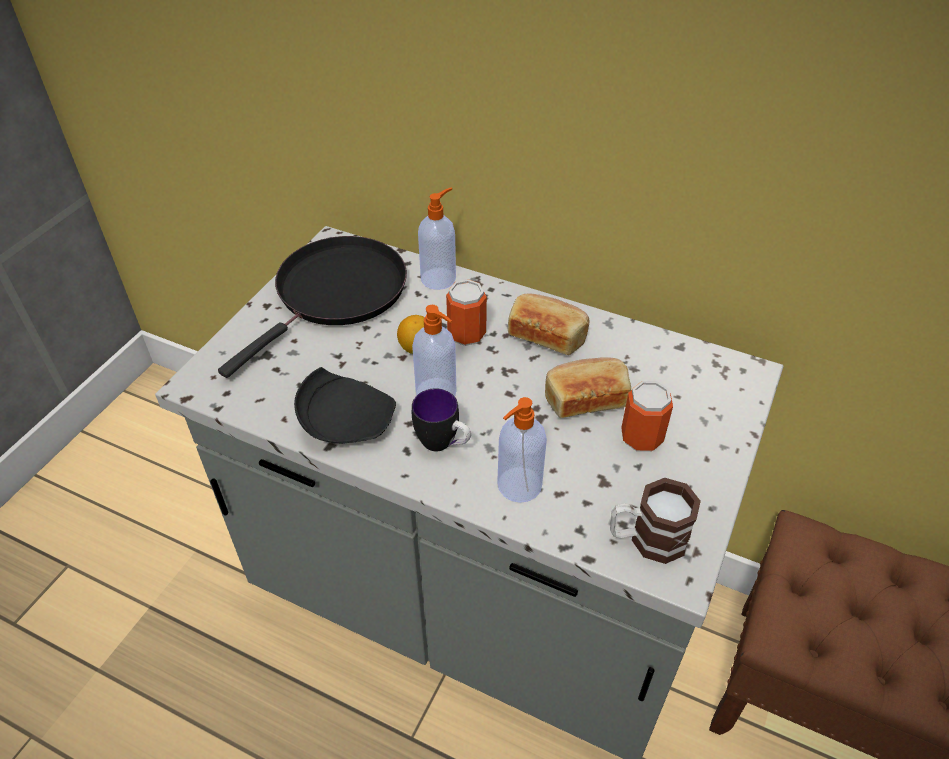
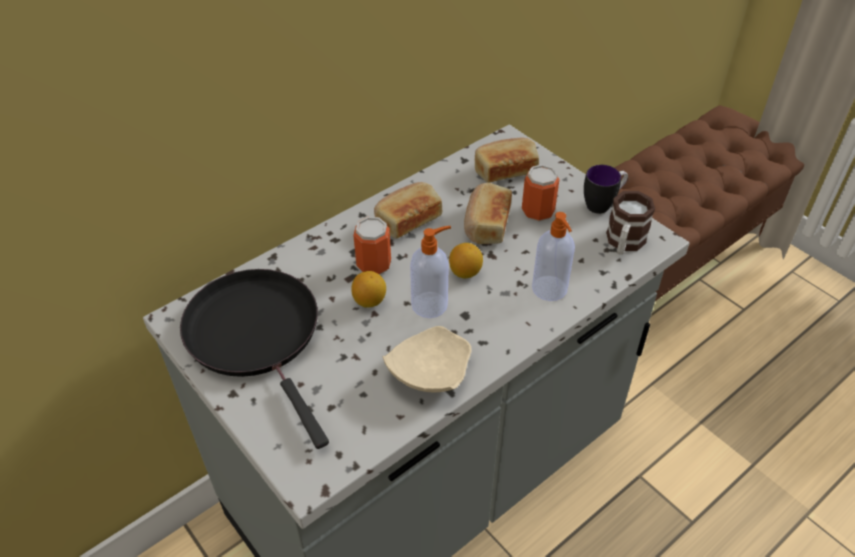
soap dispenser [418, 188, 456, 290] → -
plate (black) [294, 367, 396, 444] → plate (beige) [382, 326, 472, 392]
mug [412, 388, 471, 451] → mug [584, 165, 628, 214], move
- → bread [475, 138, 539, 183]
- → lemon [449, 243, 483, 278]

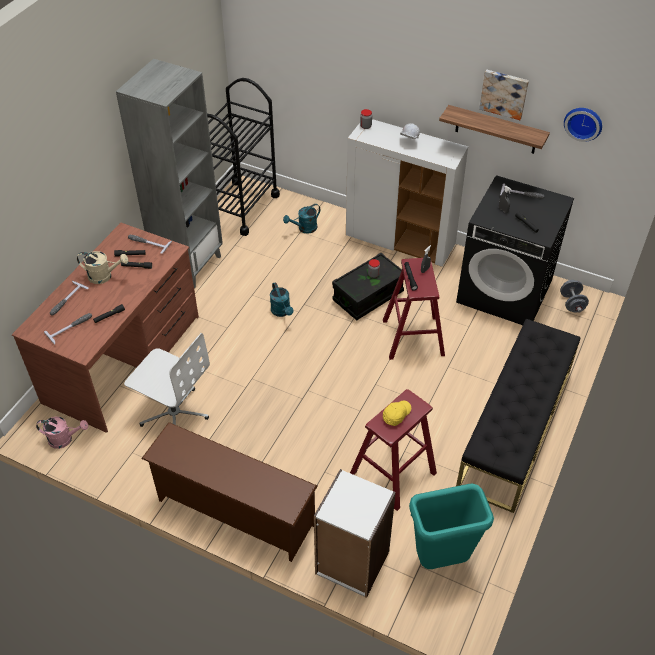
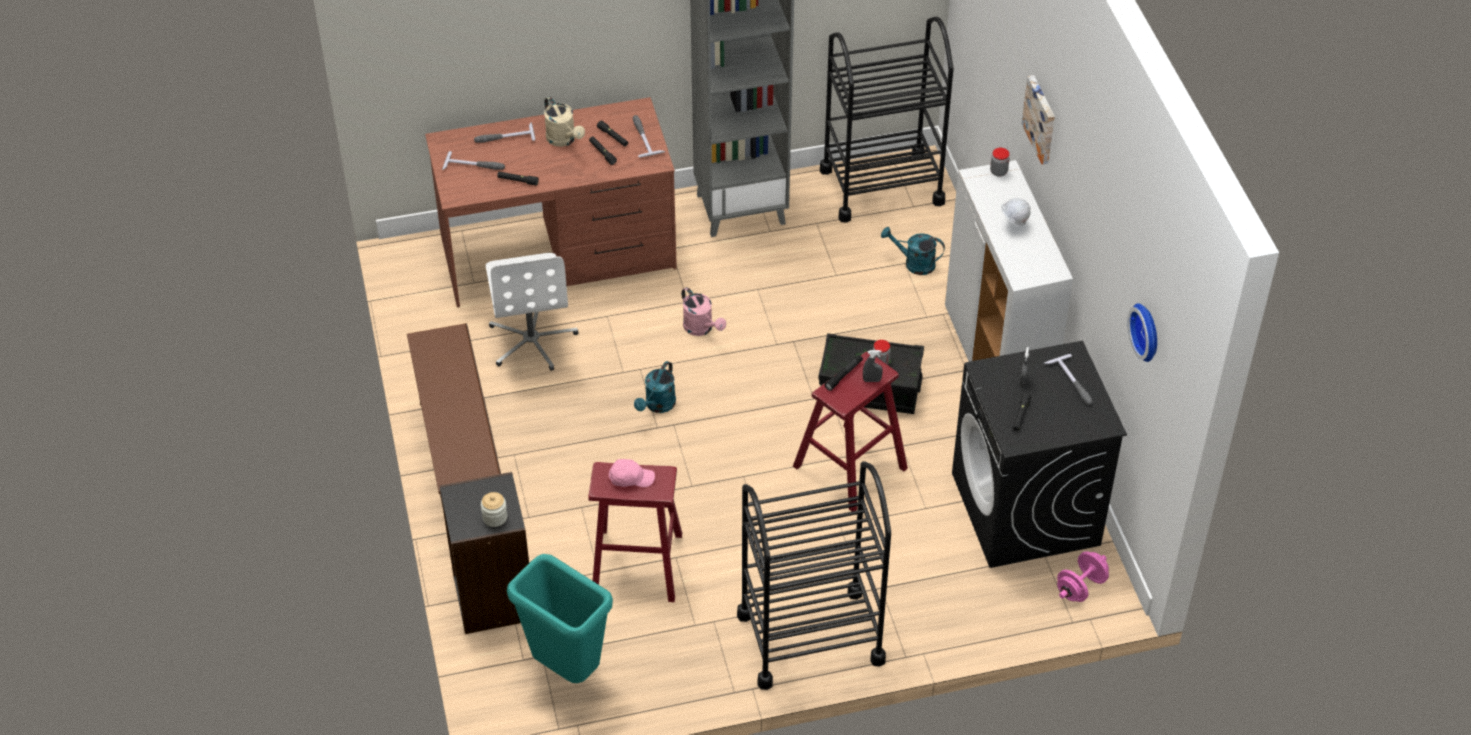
picture [479, 70, 529, 120] → picture [1022, 75, 1055, 164], move
shelf [439, 105, 550, 154] → -
dumbbell (grey) [560, 280, 589, 313] → dumbbell (pink) [1057, 551, 1109, 602]
watering can (turquoise) [270, 282, 293, 317] → watering can (turquoise) [634, 361, 676, 413], move
bench (black) [456, 319, 580, 513] → cart (black) [737, 461, 891, 690]
cap (yellow) [383, 401, 411, 426] → cap (pink) [609, 459, 655, 487]
watering can (pink) [36, 417, 88, 449] → watering can (pink) [681, 287, 726, 336], move
bookcase (white) [314, 469, 396, 598] → bookcase (black) [439, 472, 529, 634]
- → jar [481, 492, 507, 527]

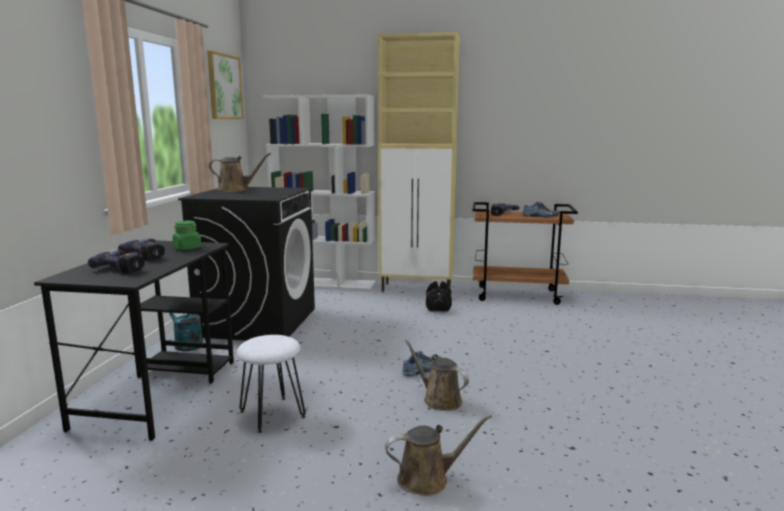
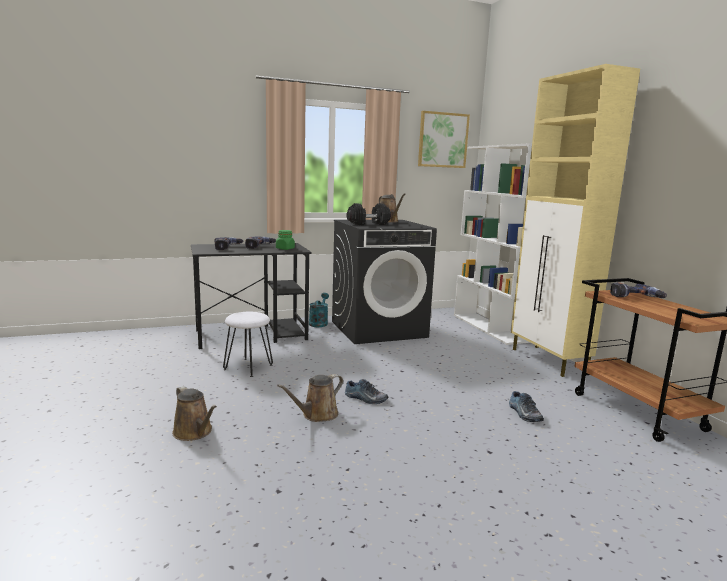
shoe [523, 201, 560, 218] → shoe [509, 391, 544, 422], move
dumbbell (black) [426, 281, 452, 311] → dumbbell (black) [346, 203, 391, 225], move
watering can (brown) [404, 339, 469, 411] → watering can (brown) [277, 374, 343, 422], 150 degrees counterclockwise

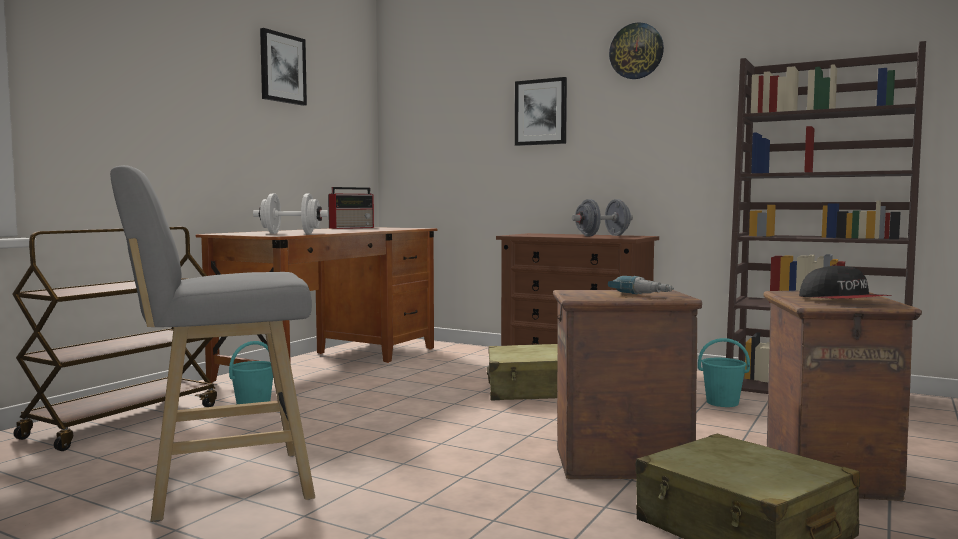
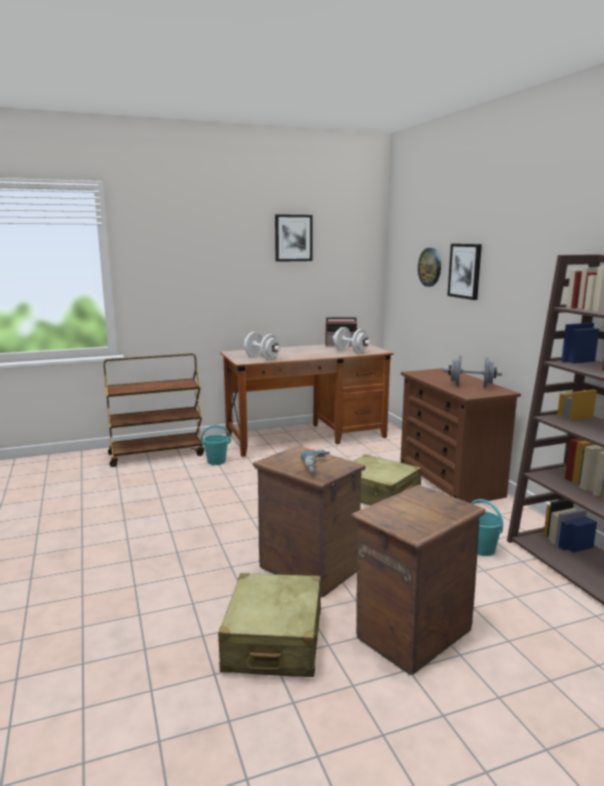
wall clock [609, 22, 664, 79] → wall clock [418, 248, 441, 287], move
stool (grey) [110, 165, 315, 522] → -
cap [799, 265, 892, 299] → -
- → dumbbell (white) [333, 327, 371, 353]

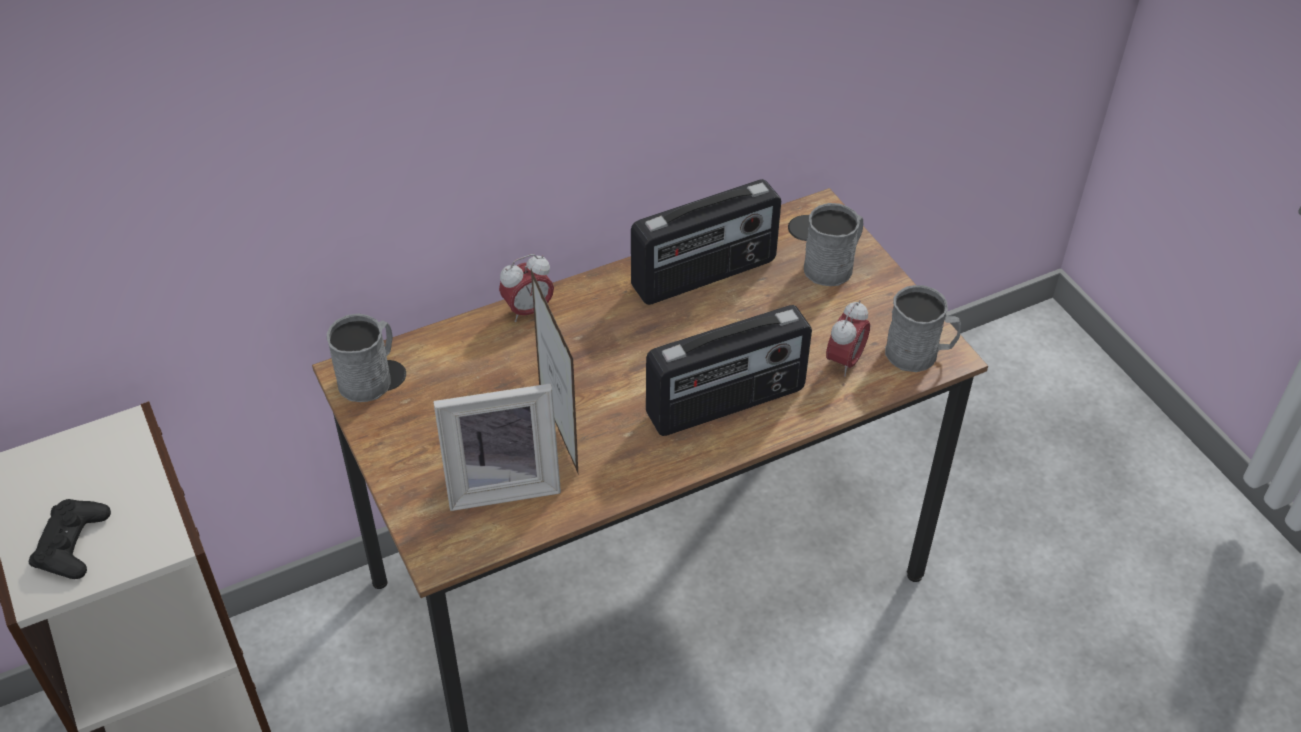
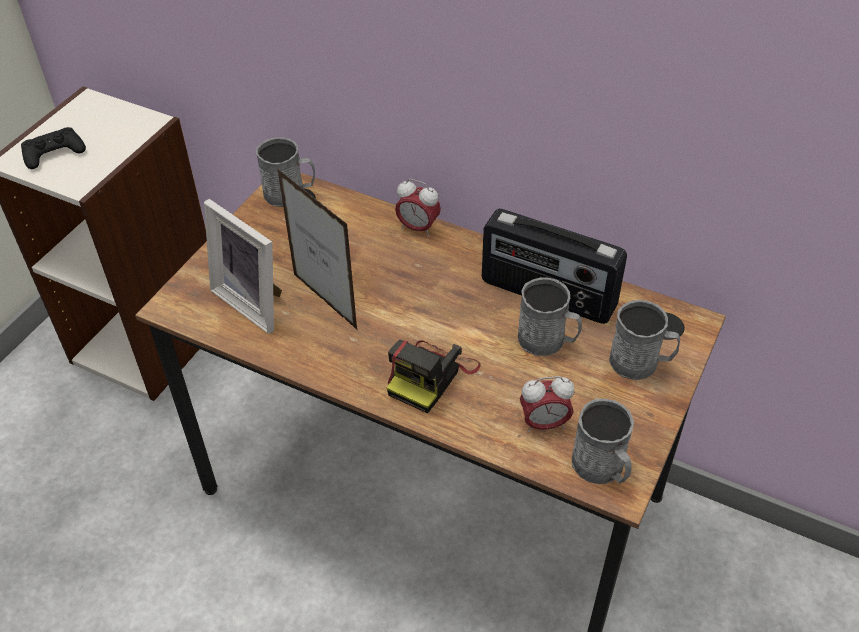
picture frame [531, 269, 579, 475] → picture frame [277, 168, 357, 330], 75 degrees counterclockwise
radio [646, 305, 812, 436] → photo camera [387, 340, 481, 414]
- → mug (grey) [518, 277, 582, 356]

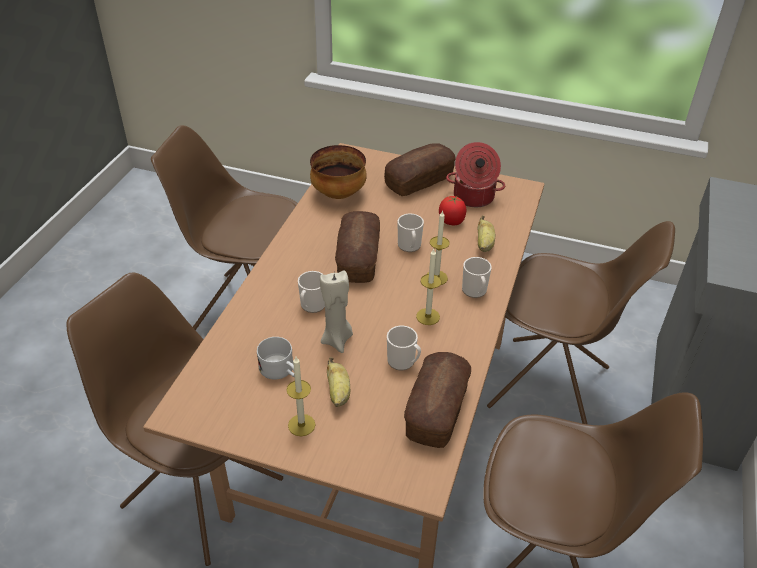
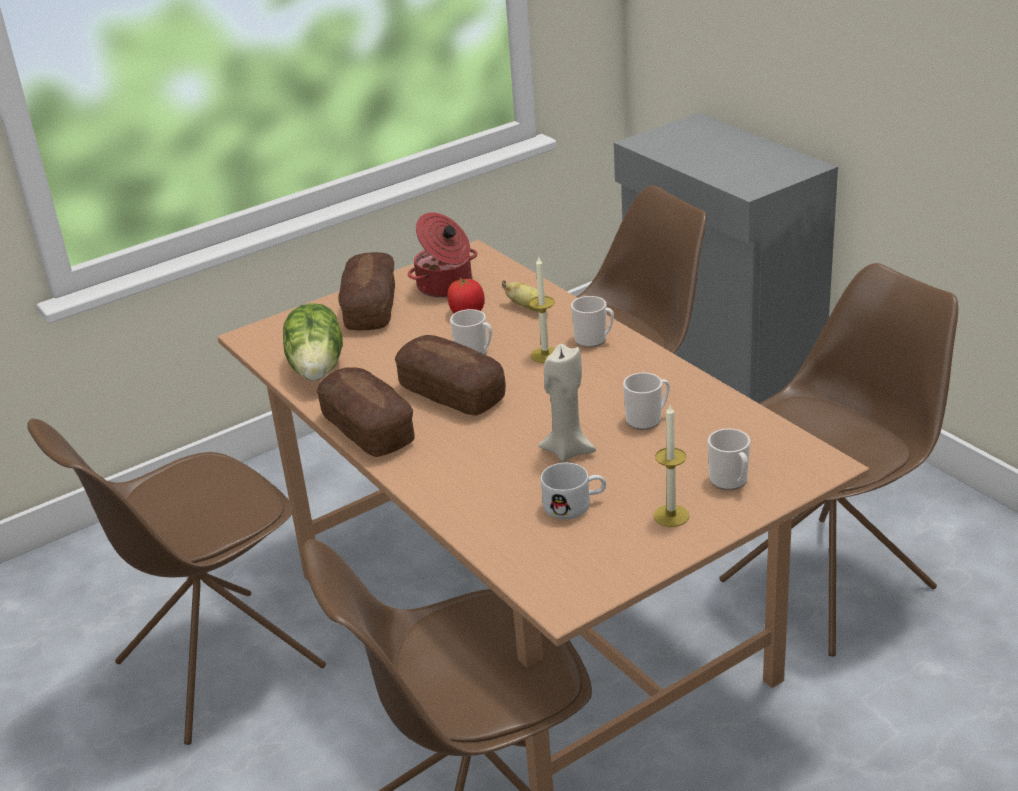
bowl [310, 145, 367, 199] → lettuce [283, 303, 343, 381]
candle [416, 249, 441, 325] → -
mug [298, 271, 325, 313] → mug [708, 428, 750, 490], move
bread [404, 352, 471, 448] → bread [316, 367, 414, 457], move
banana [327, 357, 350, 407] → -

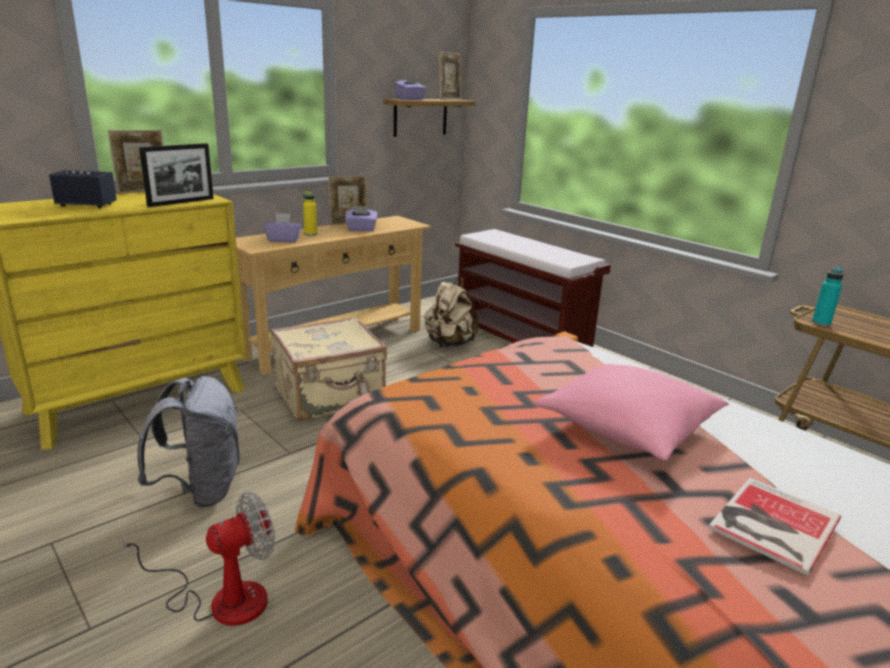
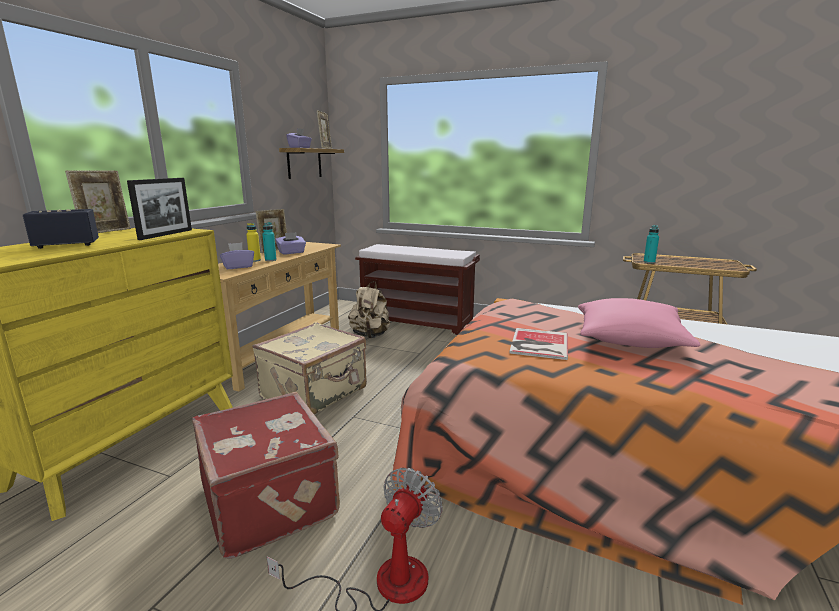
backpack (grey) [137, 376, 240, 508] → suitcase (red) [192, 392, 340, 559]
book [709, 478, 841, 575] → book [509, 328, 568, 360], move
- → bottle (turquoise) [262, 222, 277, 261]

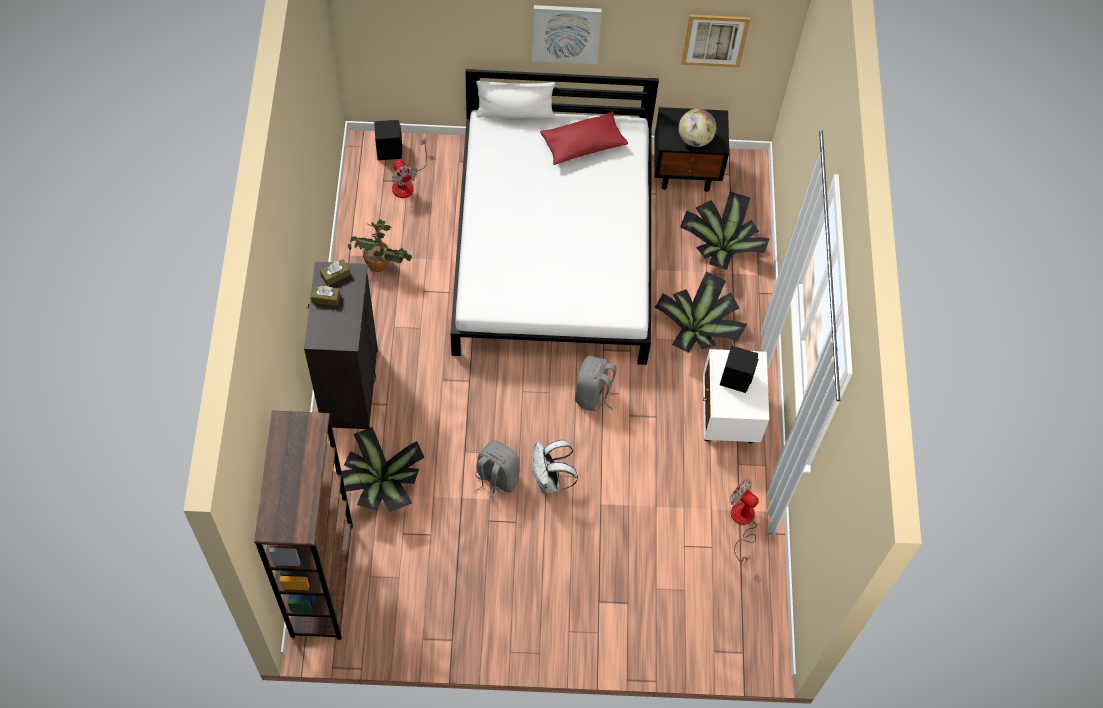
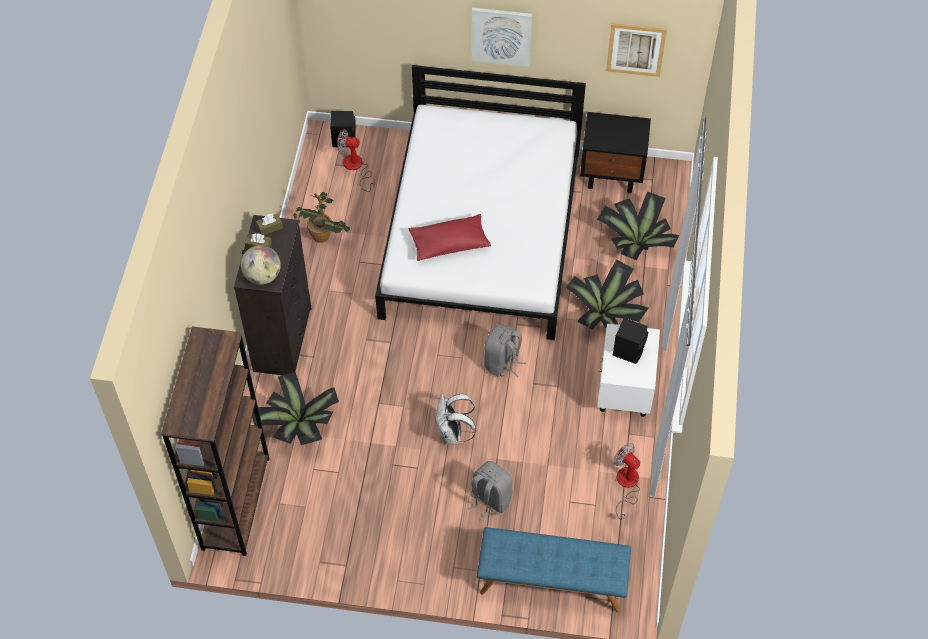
pillow (white) [476, 81, 555, 119] → -
globe [678, 109, 716, 147] → globe [241, 245, 281, 285], move
pillow (red) [540, 111, 628, 165] → pillow (red) [409, 214, 491, 261], move
fan [392, 138, 427, 198] → fan [337, 129, 375, 192], 120 degrees clockwise
backpack (grey) [474, 440, 520, 502] → backpack (grey) [468, 461, 513, 521], move
- → bench (blue) [477, 527, 631, 613]

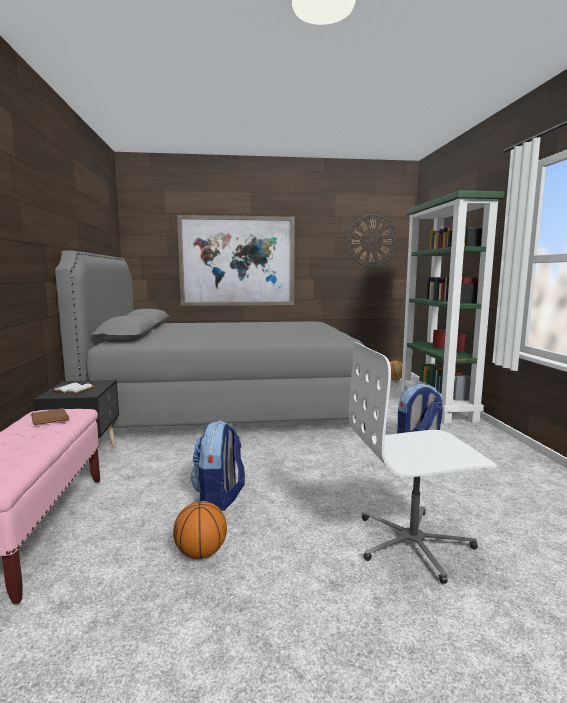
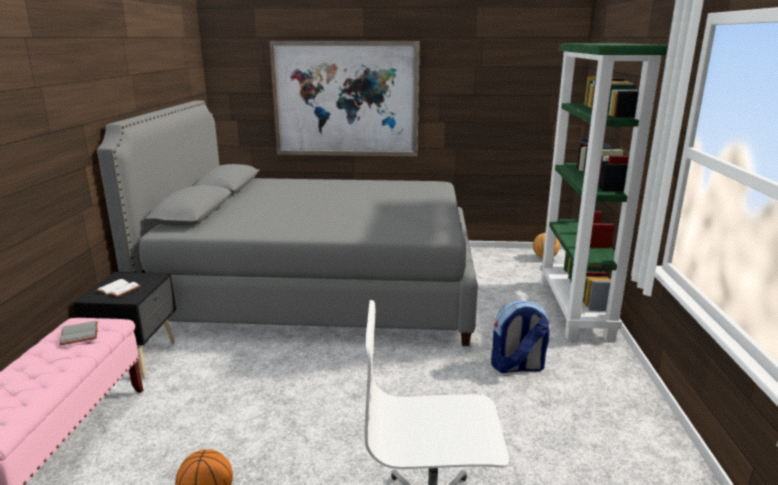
wall clock [347, 214, 397, 267] → -
book (brown) [31, 408, 70, 425] → book (grey) [59, 321, 98, 345]
backpack [191, 420, 245, 511] → -

